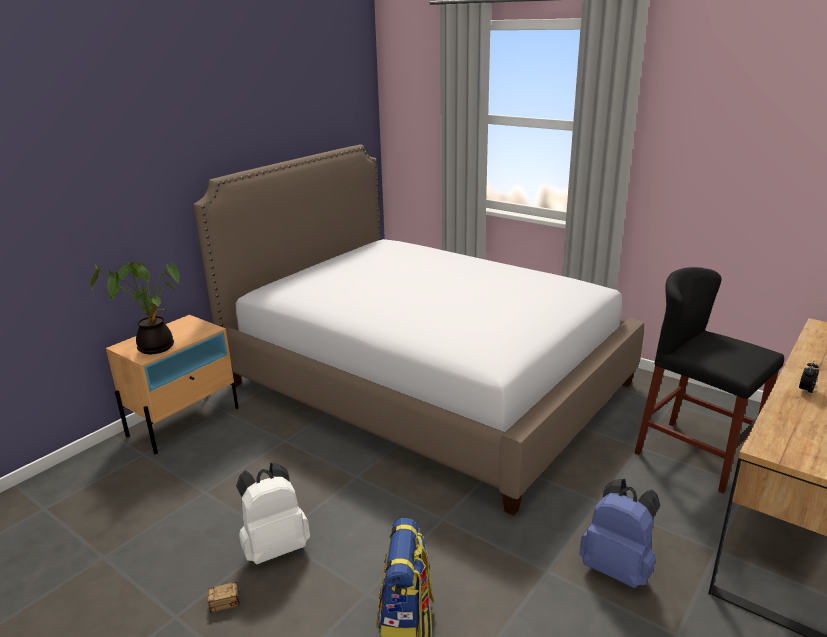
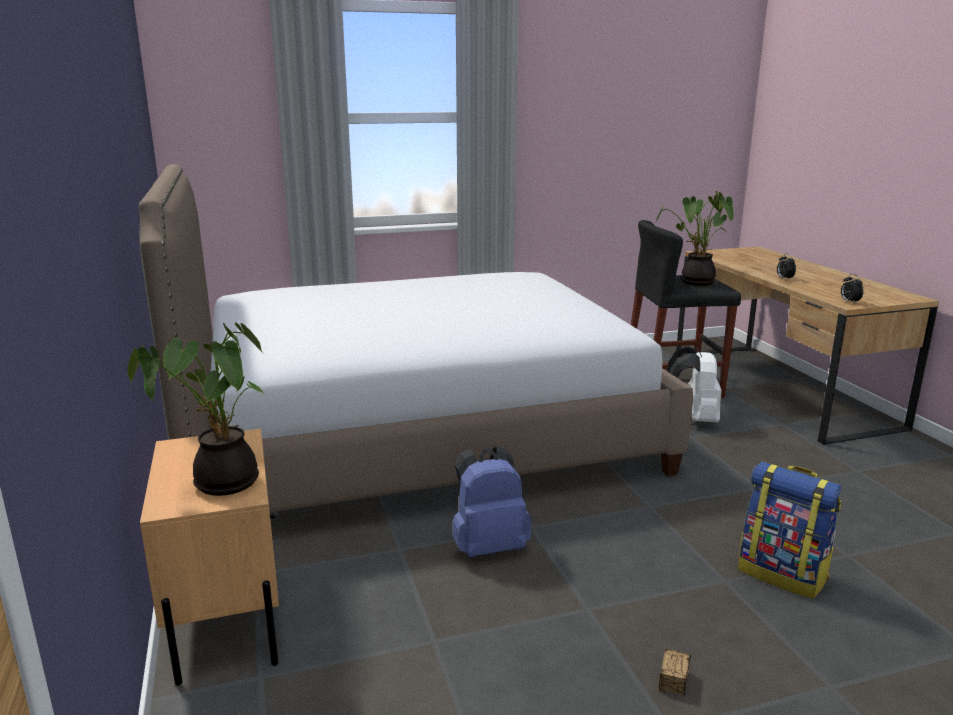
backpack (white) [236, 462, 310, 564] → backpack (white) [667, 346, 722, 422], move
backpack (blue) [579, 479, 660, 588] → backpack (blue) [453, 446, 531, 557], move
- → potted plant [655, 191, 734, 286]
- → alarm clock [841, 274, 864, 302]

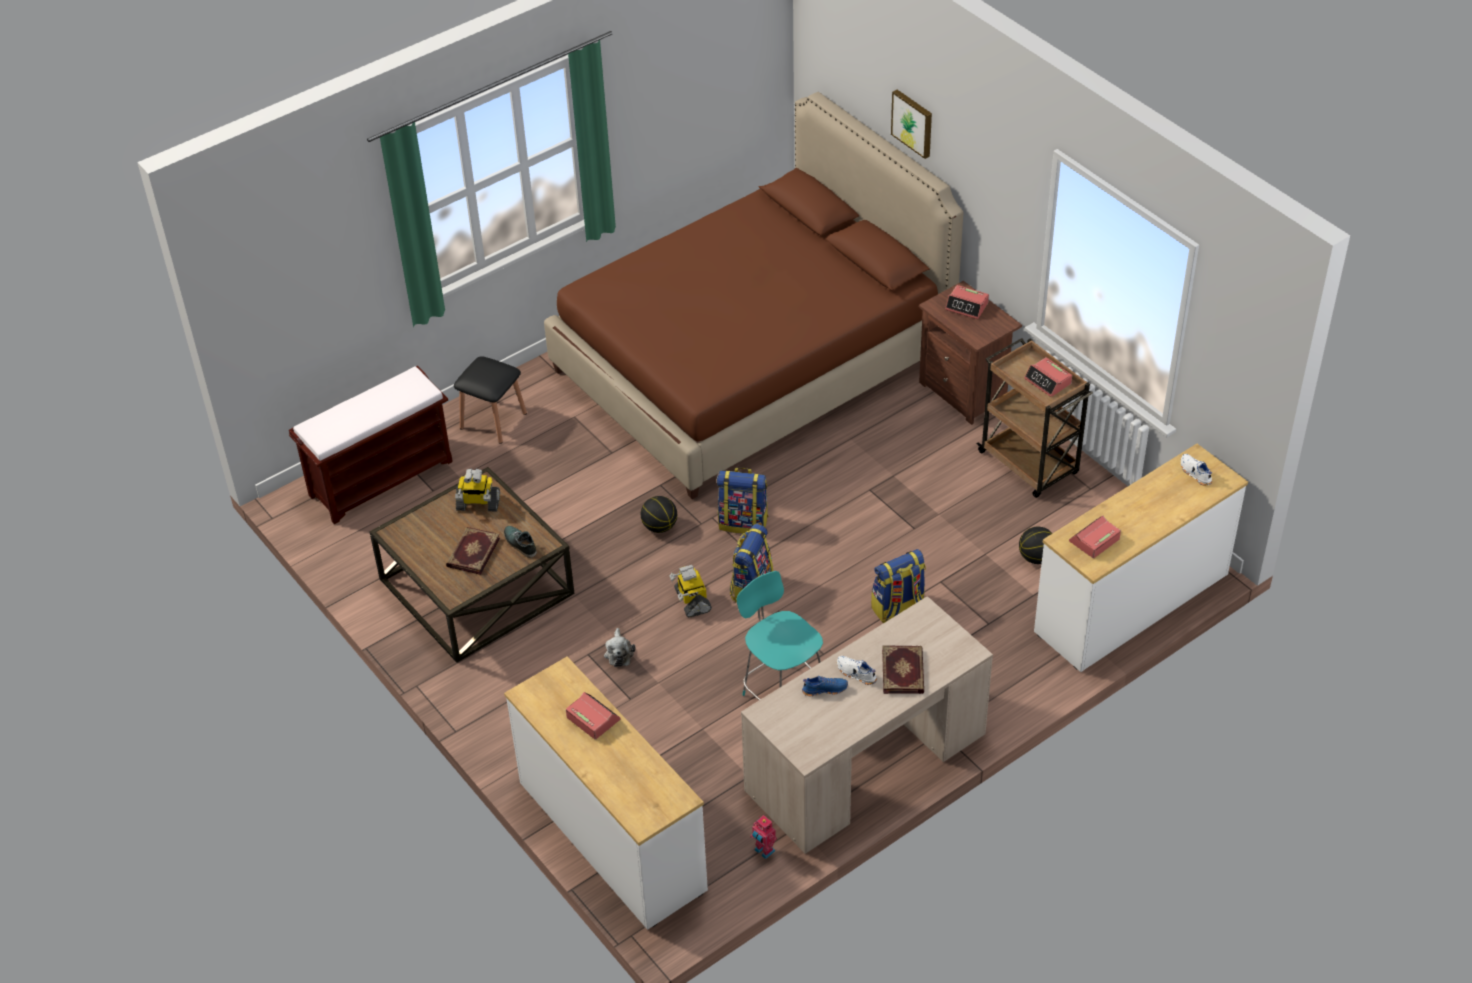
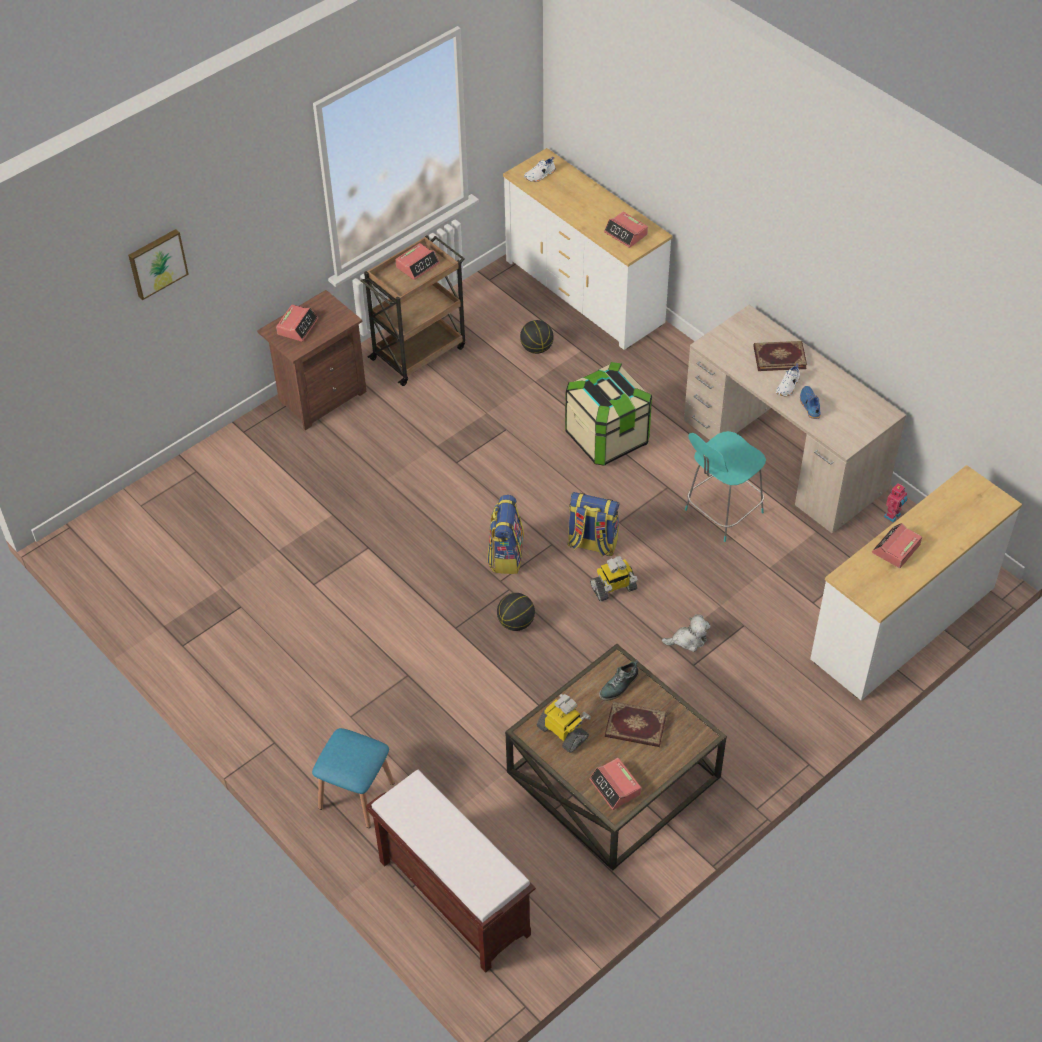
bed (brown) [544, 92, 963, 499] → -
stool (black) [454, 356, 527, 444] → stool (blue) [312, 728, 395, 828]
toy robot [455, 468, 500, 511] → toy robot [537, 694, 591, 753], 45 degrees counterclockwise
backpack [871, 549, 926, 623] → storage box [565, 362, 652, 466]
- → alarm clock [590, 758, 641, 810]

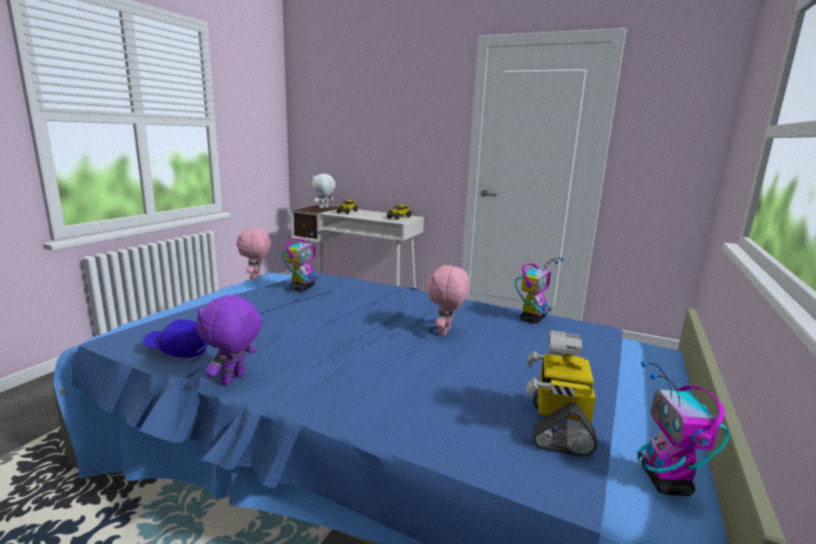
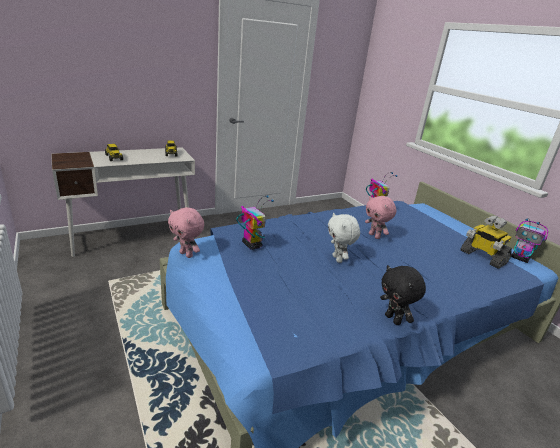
plush toy (white) [312, 174, 336, 208] → plush toy (white) [328, 213, 360, 263], move
plush toy (purple) [196, 293, 262, 385] → plush toy (black) [380, 265, 426, 325]
cap (blue) [143, 320, 208, 358] → -

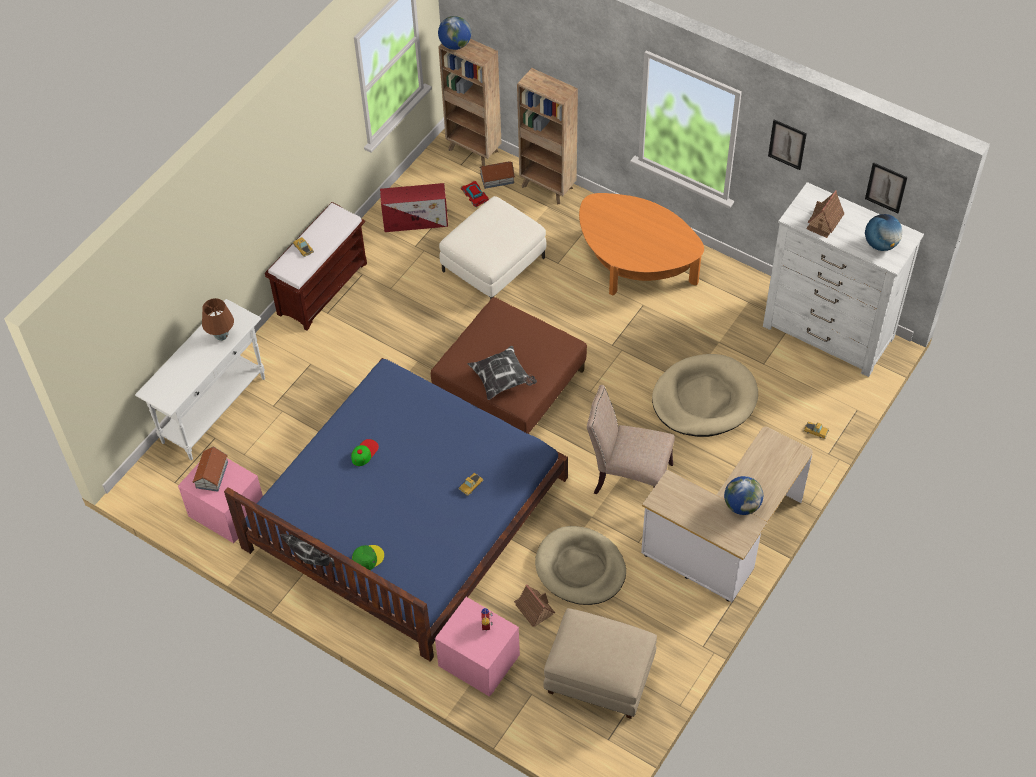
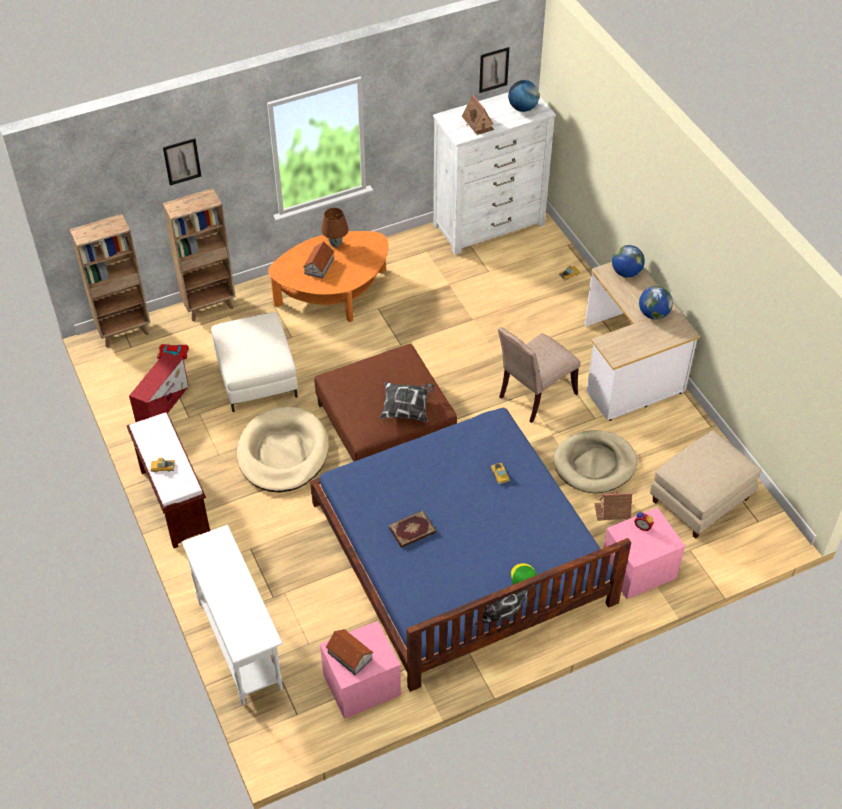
globe [438, 16, 471, 50] → globe [612, 245, 645, 278], move
picture [768, 119, 807, 170] → picture [163, 138, 201, 186], move
toy house [479, 161, 515, 189] → toy house [303, 242, 334, 279], move
table lamp (brown) [202, 298, 234, 341] → table lamp (brown) [321, 208, 349, 248], move
dog bed (beige) [652, 354, 758, 437] → dog bed (beige) [237, 407, 329, 492], move
cap [351, 439, 379, 466] → book [389, 510, 436, 548]

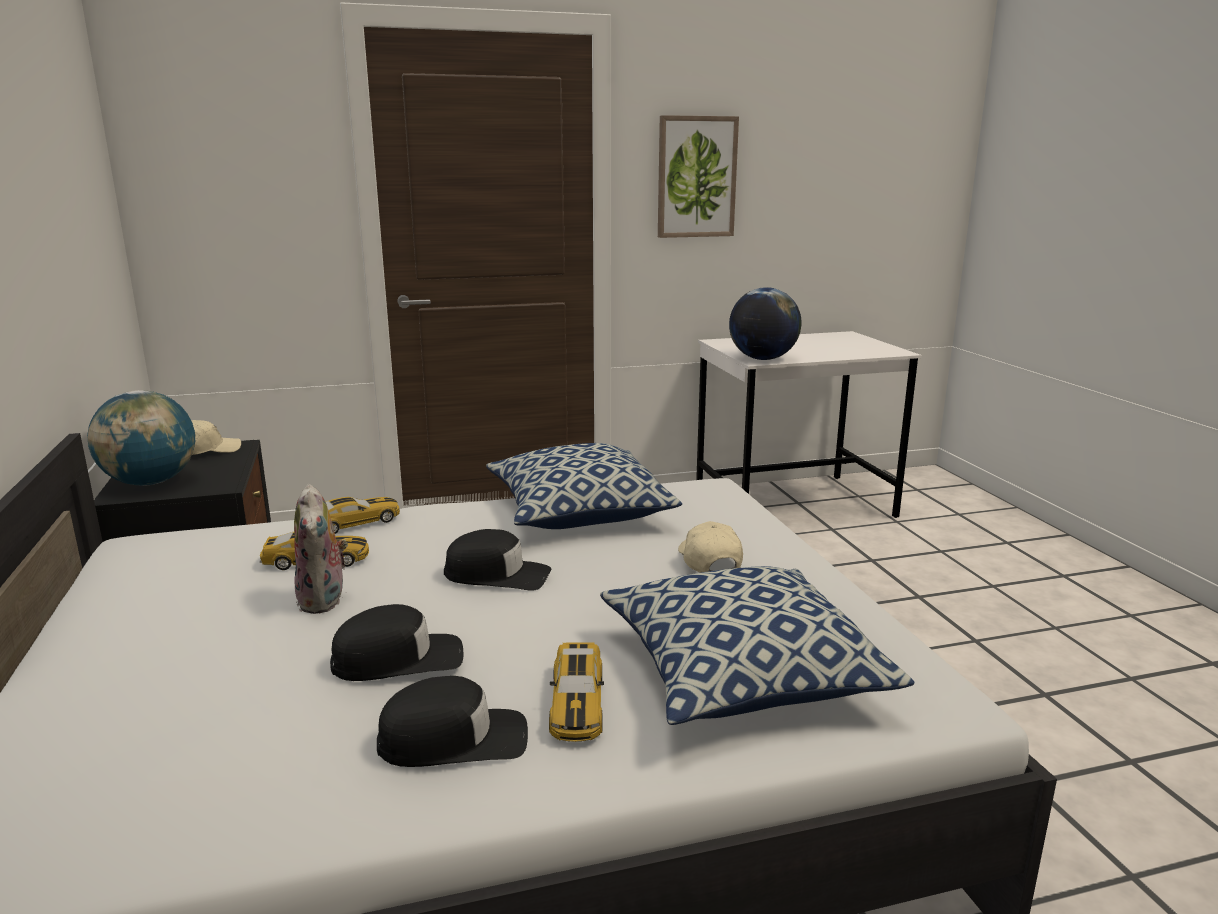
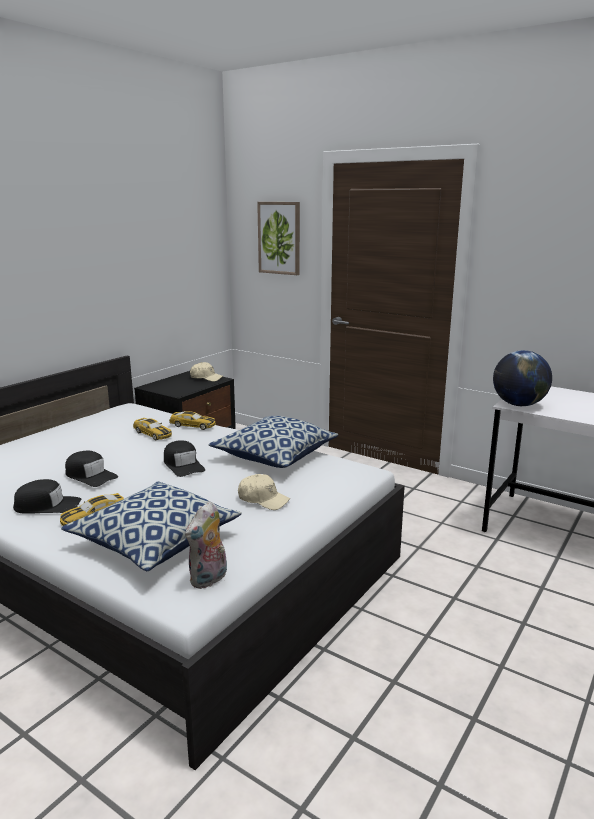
picture [658, 115, 739, 238] → picture [257, 202, 300, 275], move
globe [87, 390, 195, 486] → -
plush toy [294, 484, 348, 614] → plush toy [185, 501, 227, 589], move
cap (beige) [678, 521, 743, 573] → cap (beige) [238, 474, 290, 510], 75 degrees clockwise
cap (black) [377, 676, 528, 767] → cap (black) [13, 479, 81, 514], 45 degrees counterclockwise

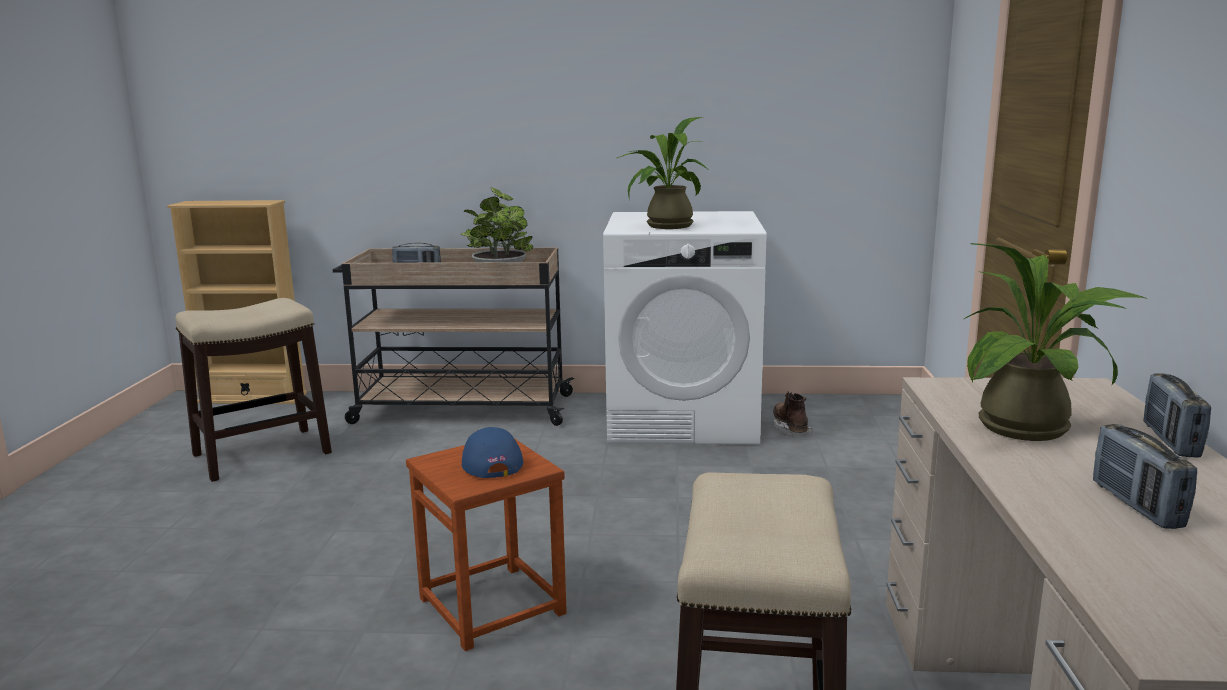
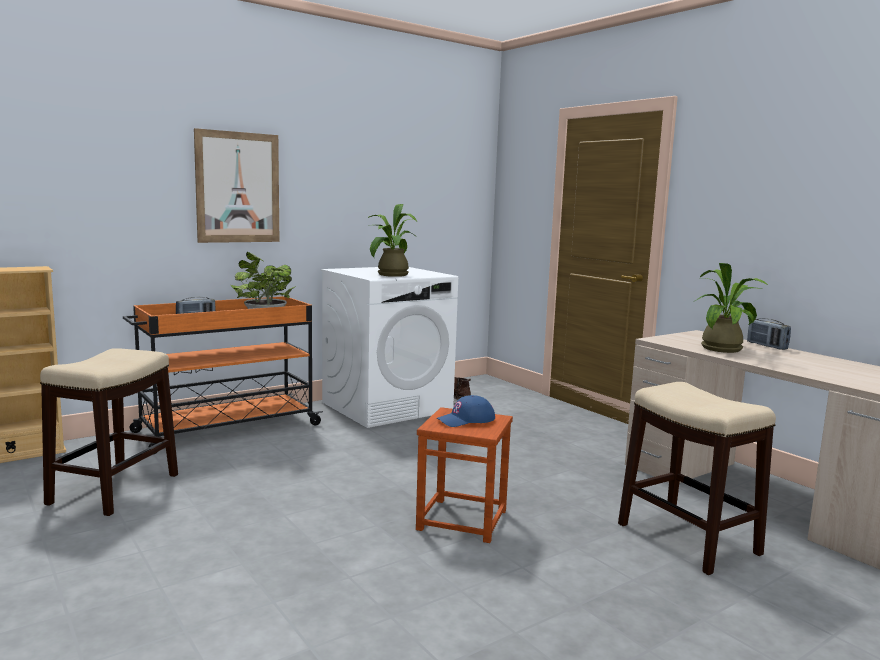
cart (beige) [333, 248, 575, 426] → cart (orange) [123, 296, 323, 454]
radio [1093, 424, 1197, 529] → -
cap (blue) [462, 427, 523, 478] → cap (blue) [437, 395, 495, 427], 60 degrees counterclockwise
- → picture [194, 128, 279, 243]

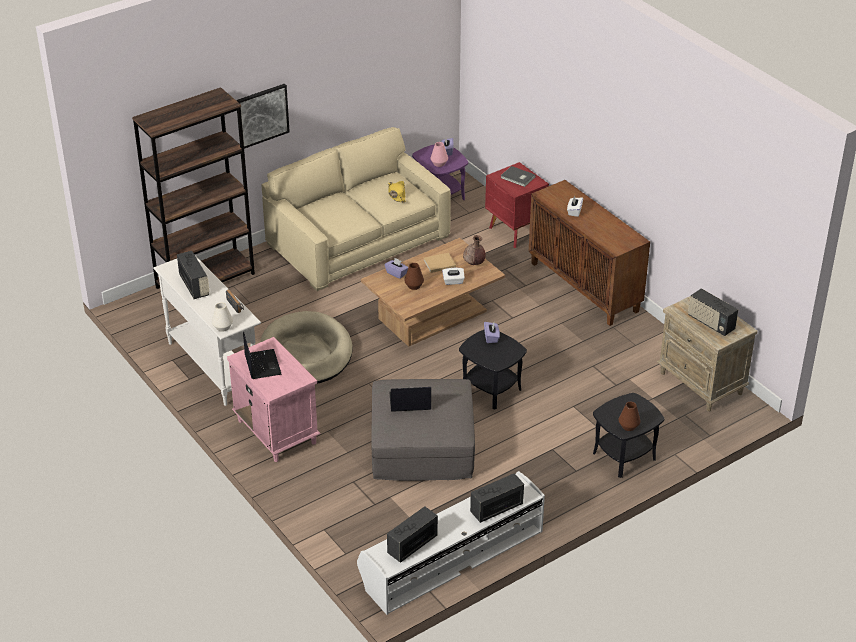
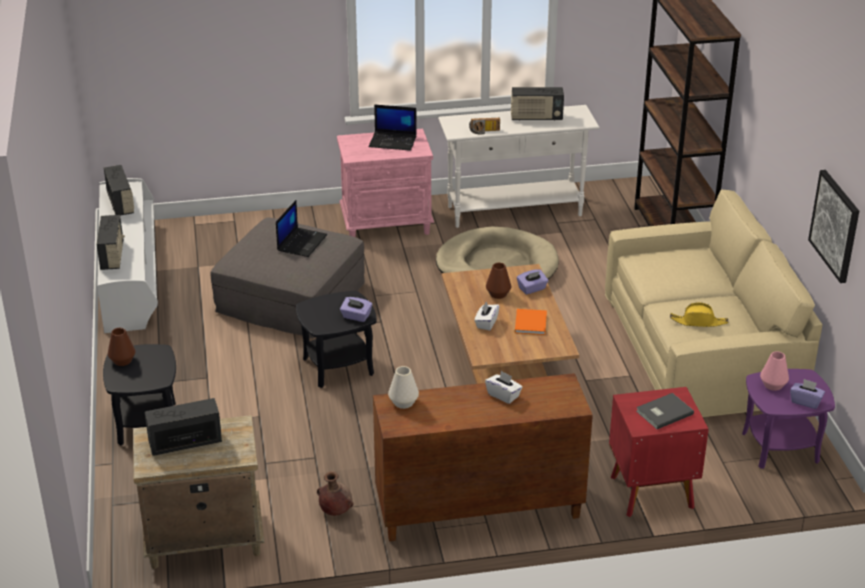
picture [236, 84, 290, 149] → picture [808, 170, 859, 283], move
vase (brown) [463, 235, 486, 265] → vase (brown) [317, 471, 354, 516], move
book (beige) [424, 253, 456, 273] → book (orange) [515, 309, 547, 335]
vase (white) [212, 302, 233, 332] → vase (white) [388, 366, 419, 409], move

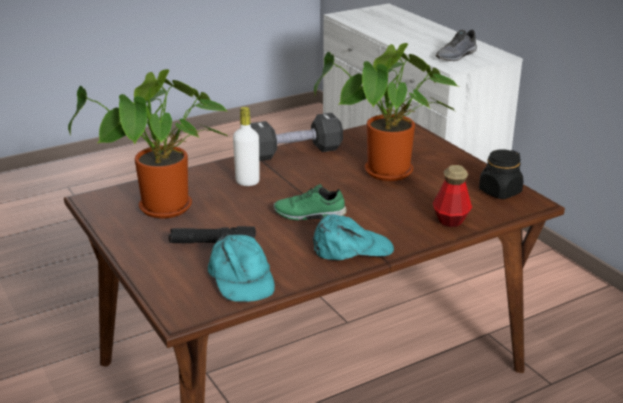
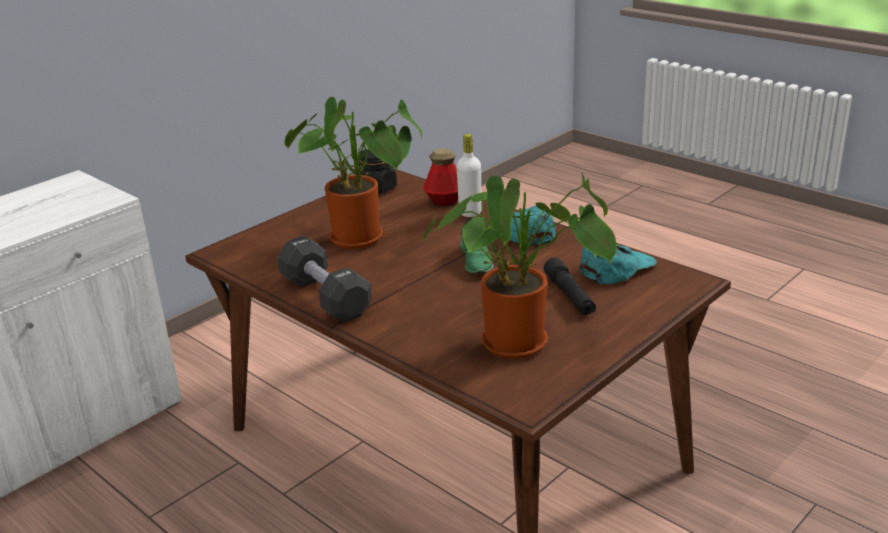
shoe (grey) [435, 30, 477, 61] → -
bottle (white) [233, 107, 260, 186] → bottle (white) [456, 134, 482, 217], move

